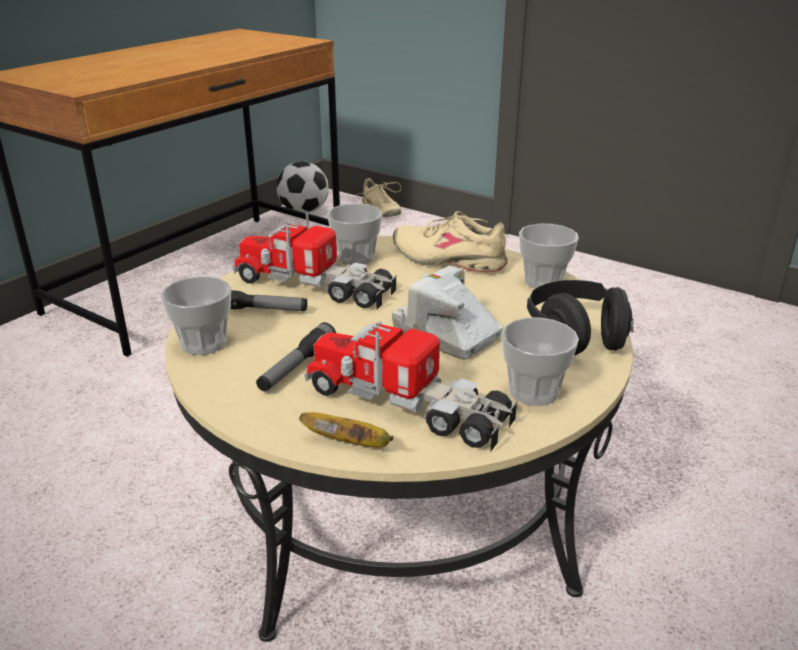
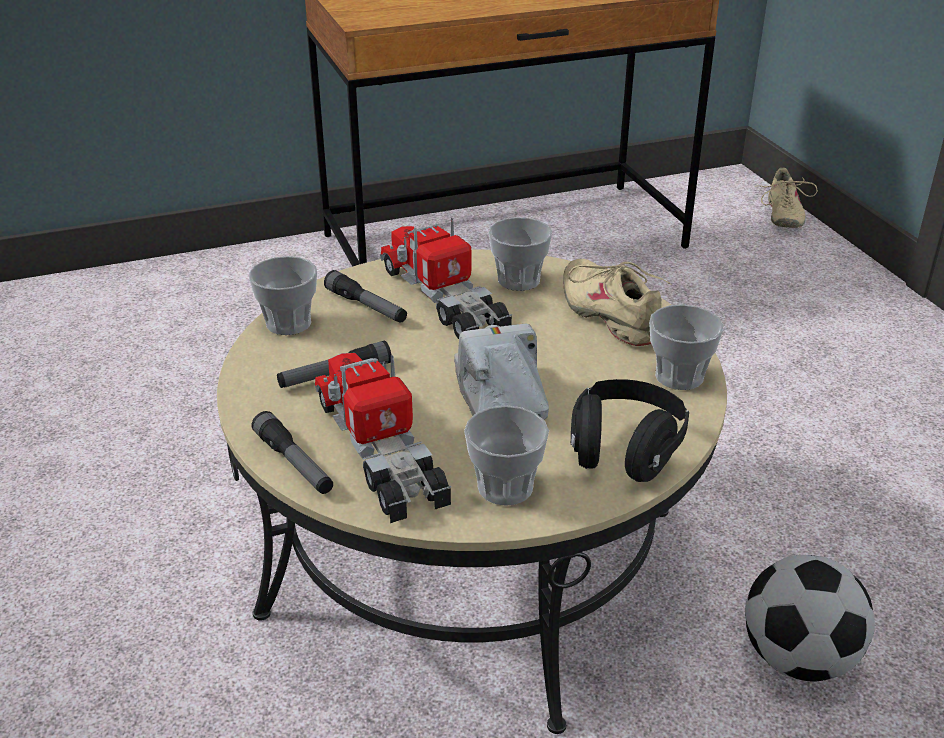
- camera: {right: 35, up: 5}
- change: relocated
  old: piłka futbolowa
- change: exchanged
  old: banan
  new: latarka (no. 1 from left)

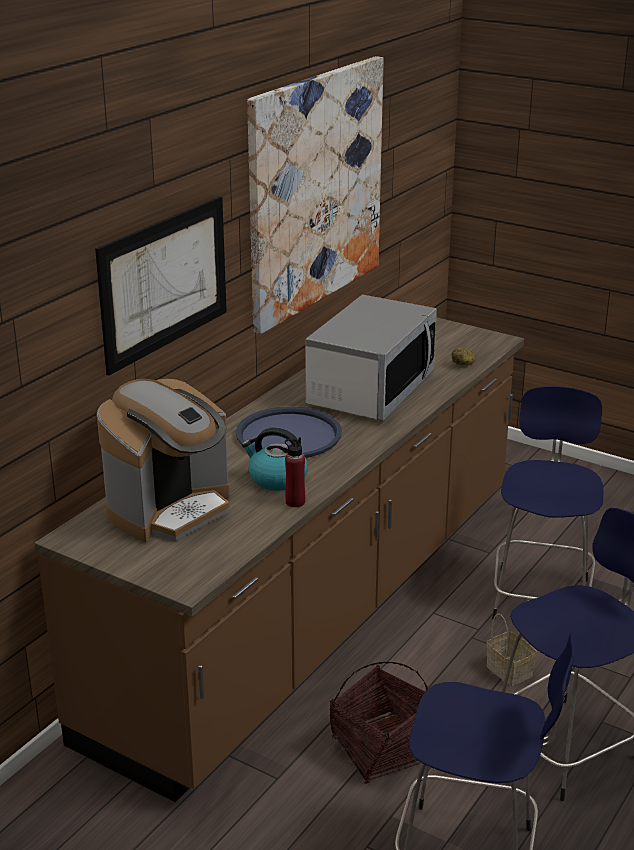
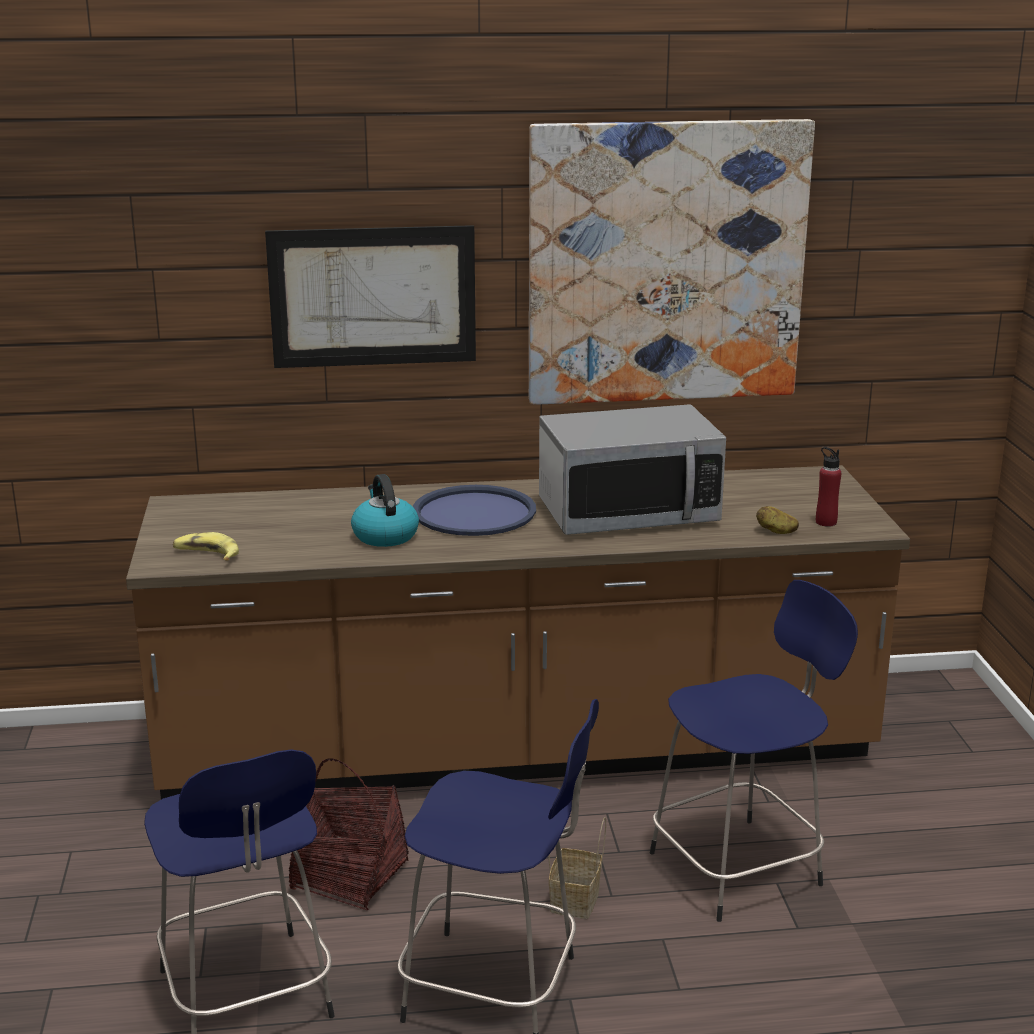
- camera: {right: 50, up: -5}
- change: missing
  old: ekspres do kawy
- change: appeared
  new: banan
- change: relocated
  old: butelka (czerwony)

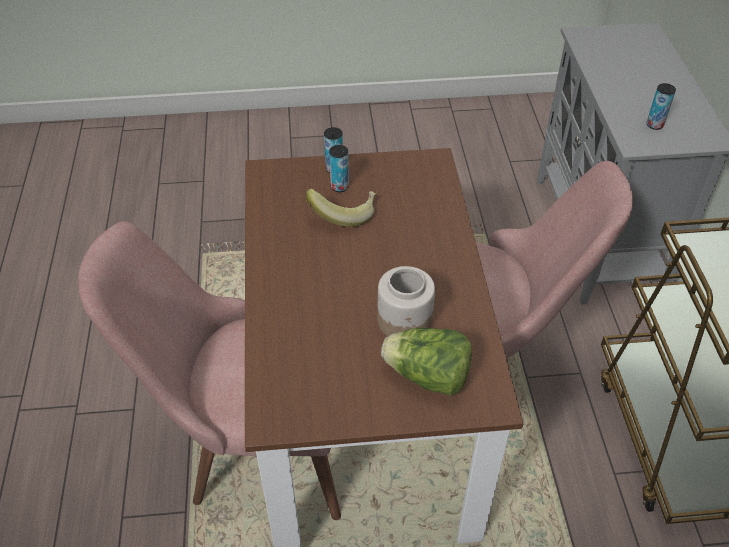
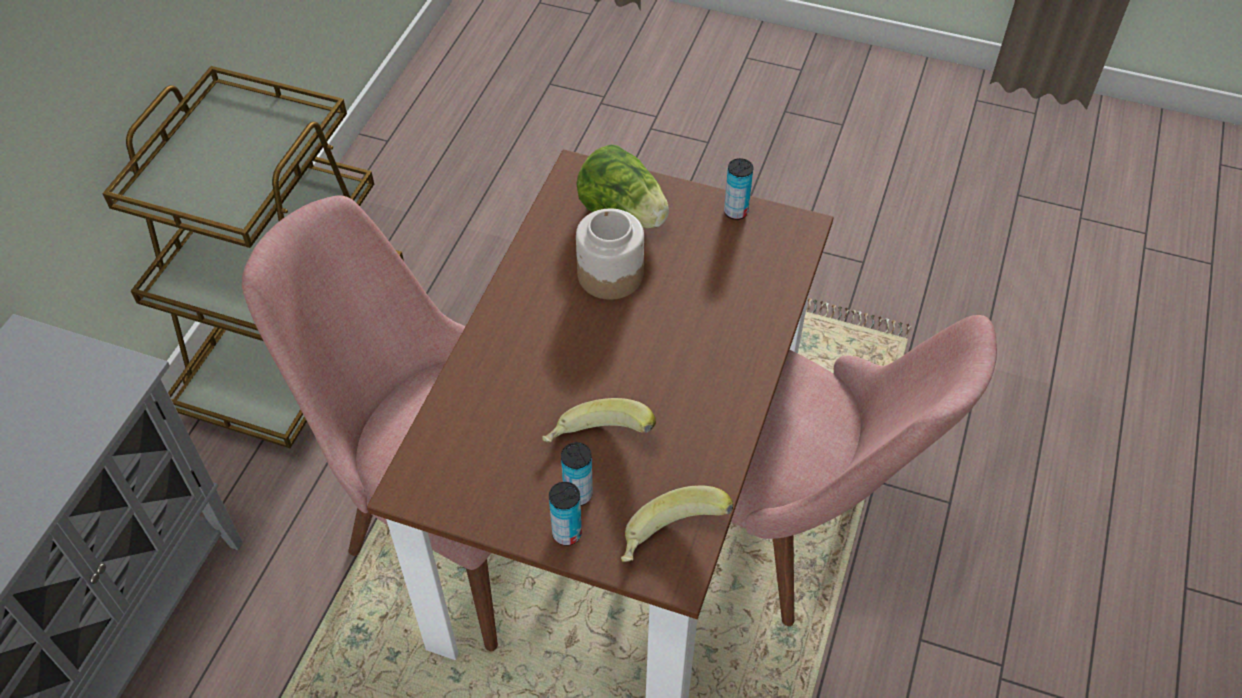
- camera: {right: -155, up: 5}
- change: appeared
  new: banan (no. 2 from left)
- change: relocated
  old: puszka (no. 3 from left)

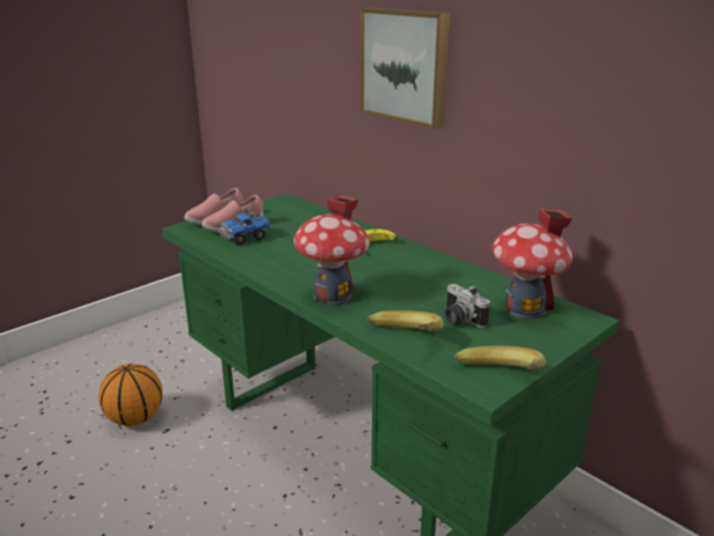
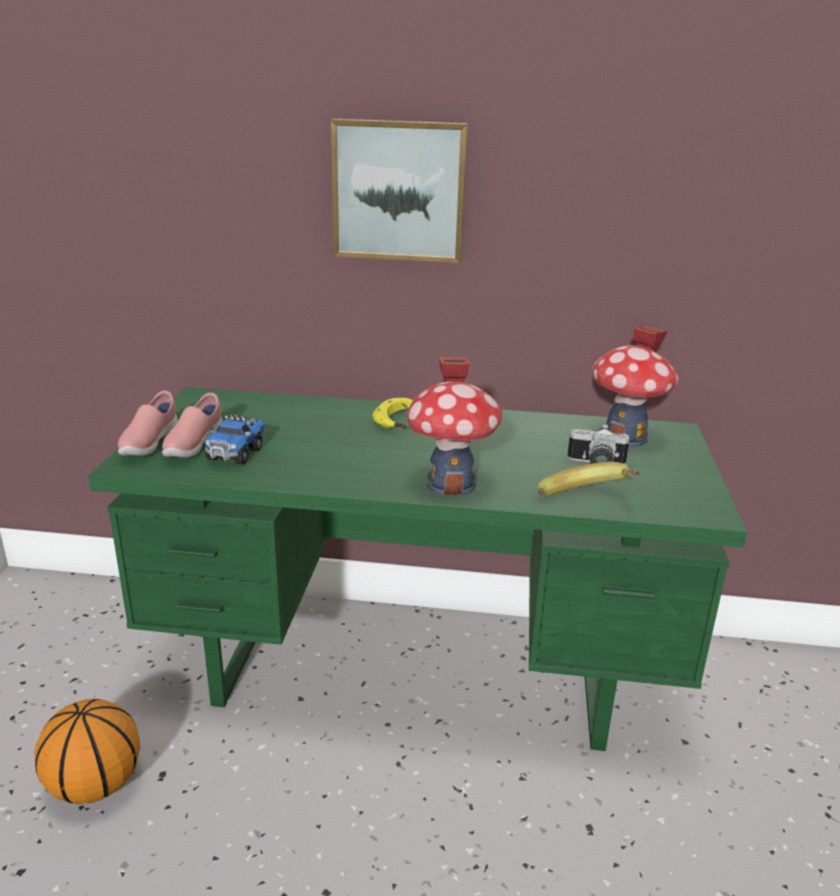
- camera: {right: -40, up: 0}
- change: missing
  old: banan (no. 3 from left)

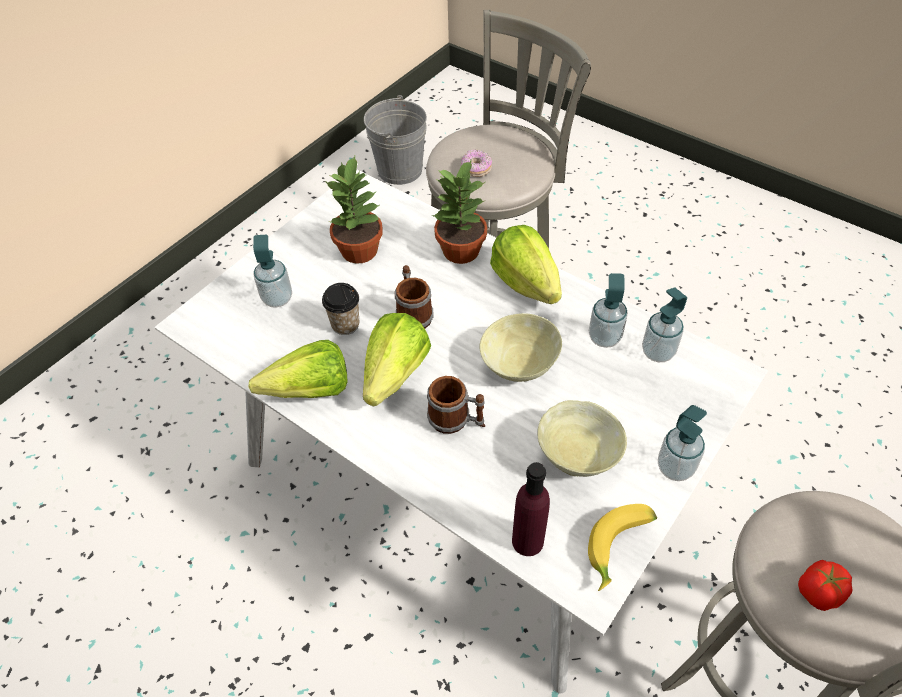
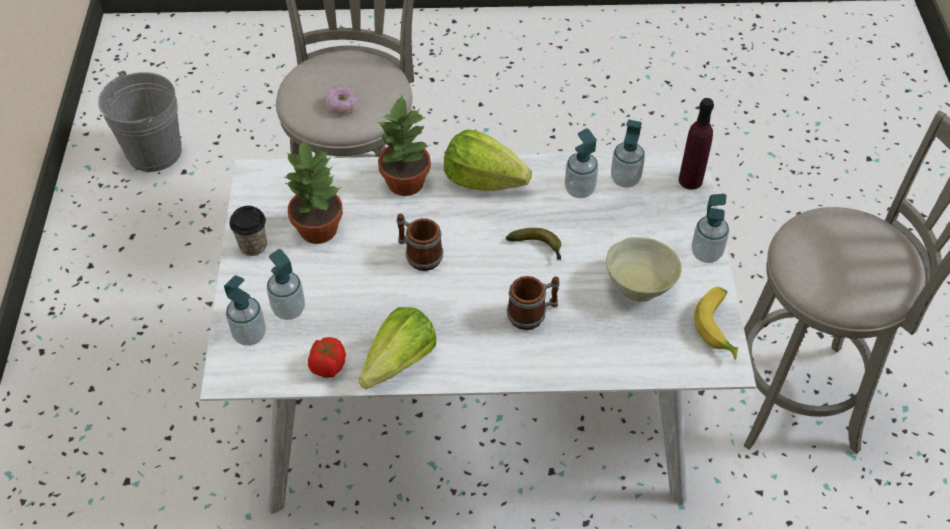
- camera: {right: -40, up: 0}
- change: missing
  old: sałata (no. 2 from left)
- change: appeared
  new: dozownik mydła (no. 1 from left)
- change: relocated
  old: filiżanka
- change: relocated
  old: butelka (fioletowy)
- change: relocated
  old: pomidor
- change: exchanged
  old: miska (beżowy) (no. 1 from left)
  new: banan (no. 1 from left)

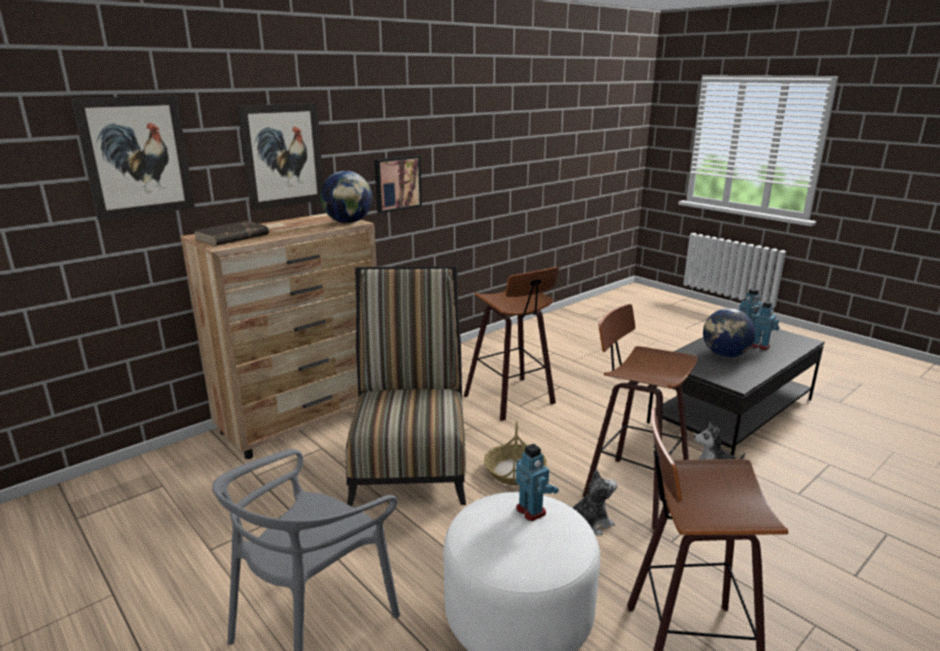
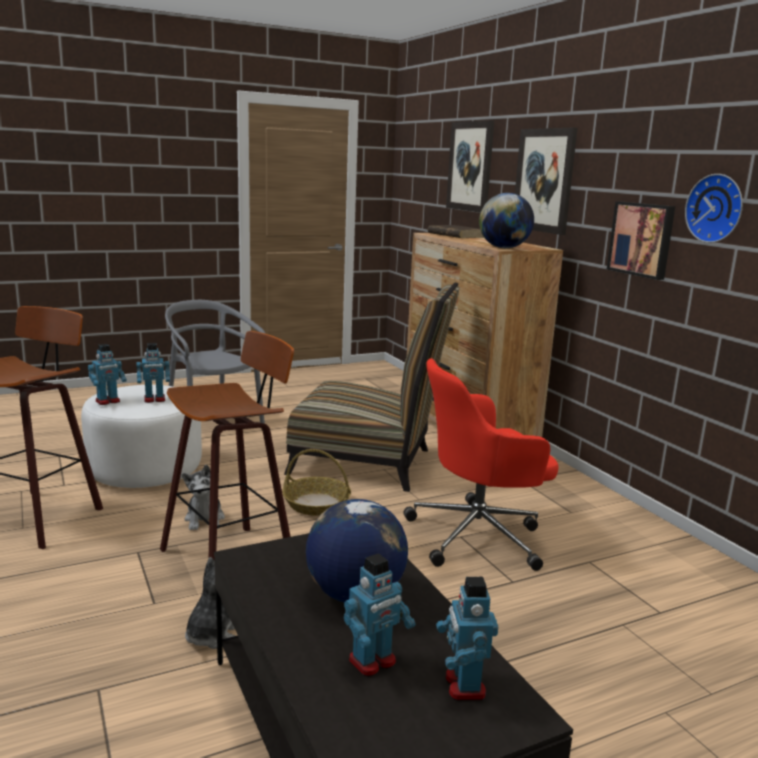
- camera: {right: 105, up: -5}
- change: appeared
  new: robot zabawkowy (no. 1 from left)
- change: appeared
  new: zegar ścienny
- change: exchanged
  old: stołek (no. 1 from left)
  new: krzesło biurowe (czerwony)

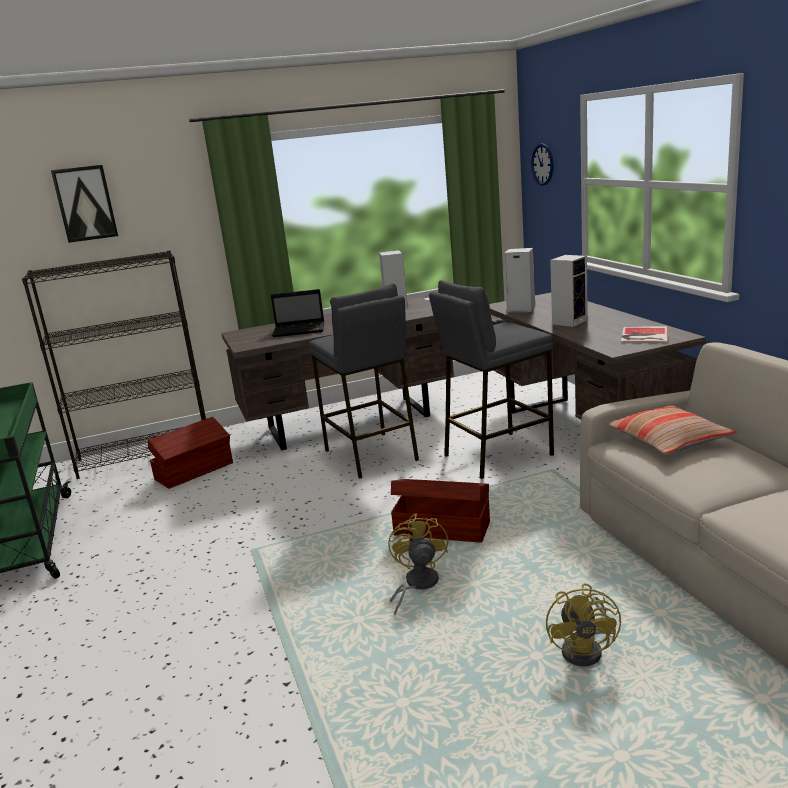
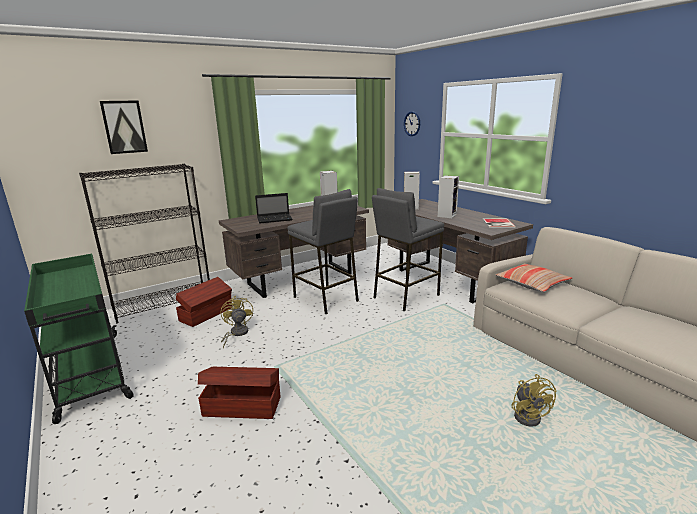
- camera: {right: -15, up: 0}
- change: relocated
  old: wentylator (żółty) (no. 1 from left)
- change: relocated
  old: pojemnik do przechowywania (brązowy) (no. 2 from left)

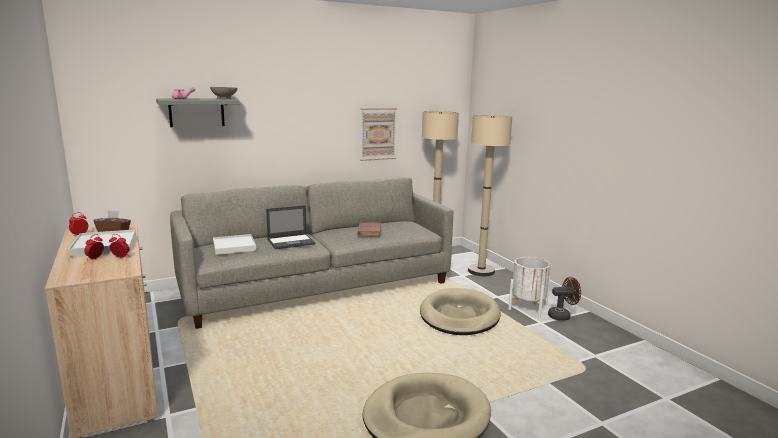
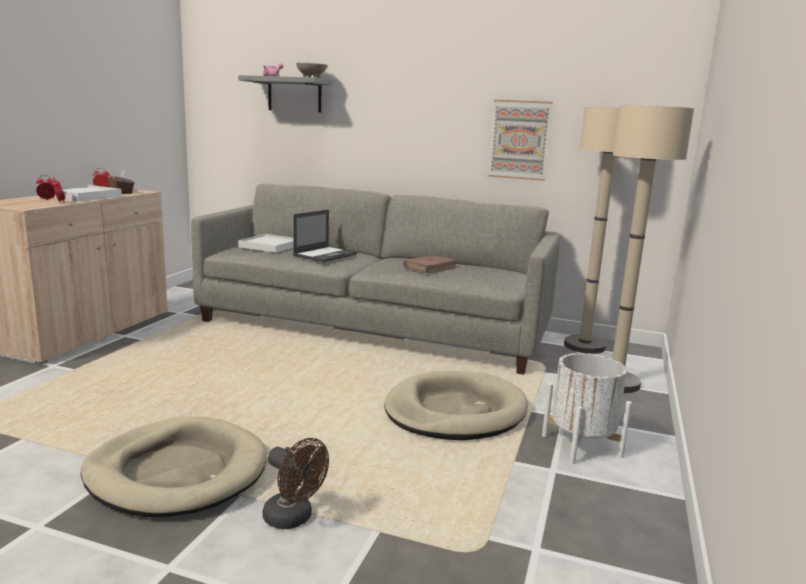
- camera: {right: 45, up: 0}
- change: relocated
  old: wentylator (brązowy)
- change: spun
  old: laptop
  degrees: -75

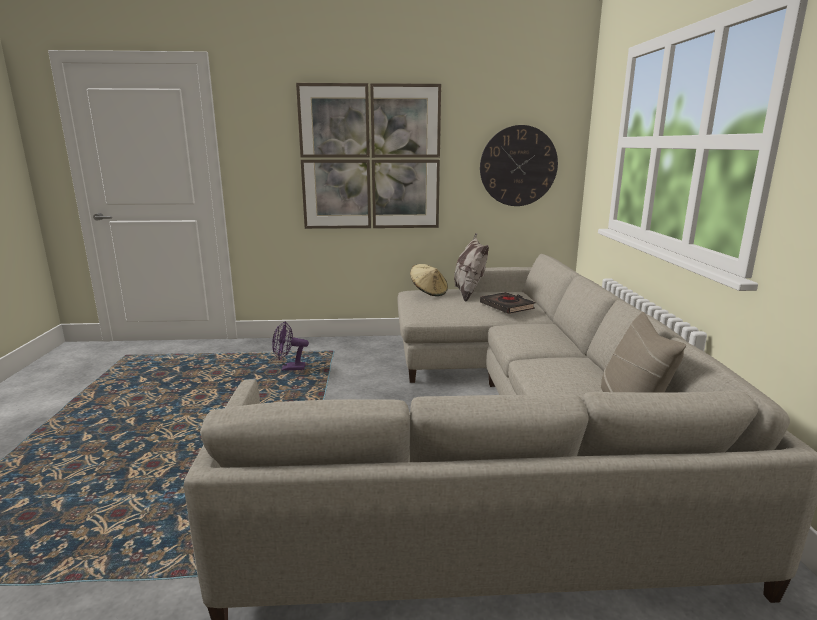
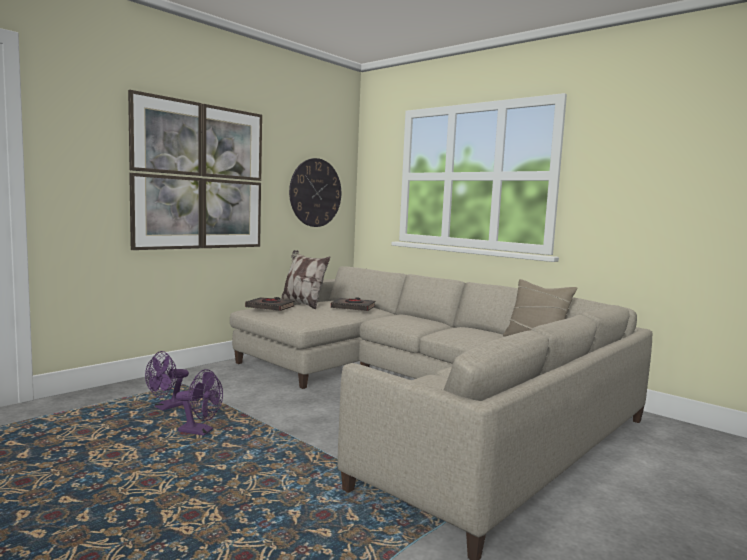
- camera: {right: -45, up: -10}
- change: appeared
  new: wentylator (fioletowy) (no. 2 from left)
- change: exchanged
  old: kapelusz (beżowy)
  new: książka (czarny) (no. 1 from left)

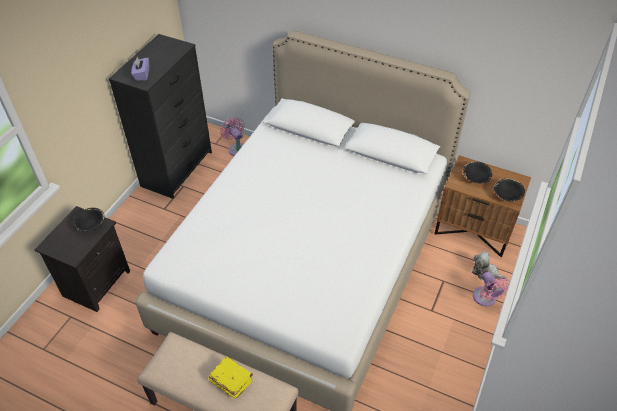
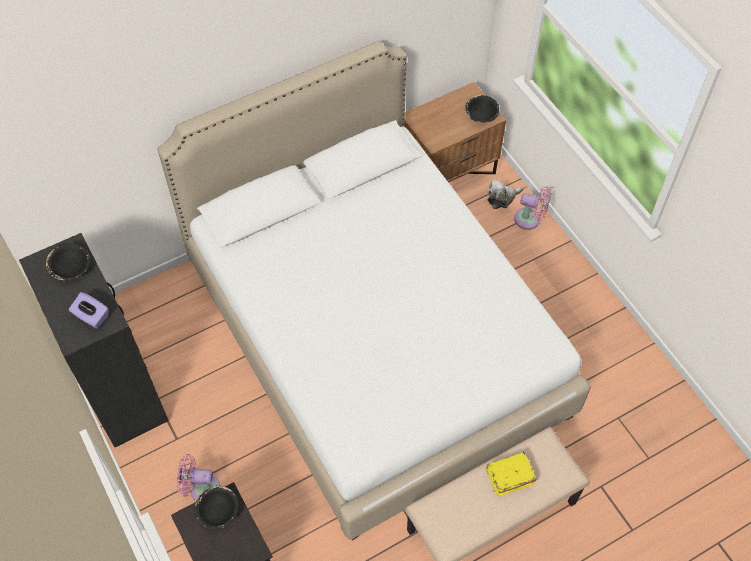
- camera: {right: -55, up: 10}
- change: relocated
  old: wentylator (różowy) (no. 1 from left)
- change: relocated
  old: miska (czarny) (no. 2 from left in the first image)
  new: miska (czarny) (no. 1 from left)

